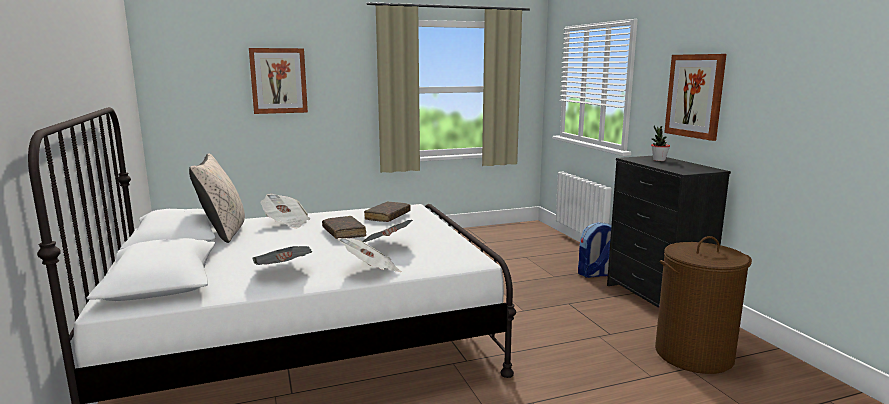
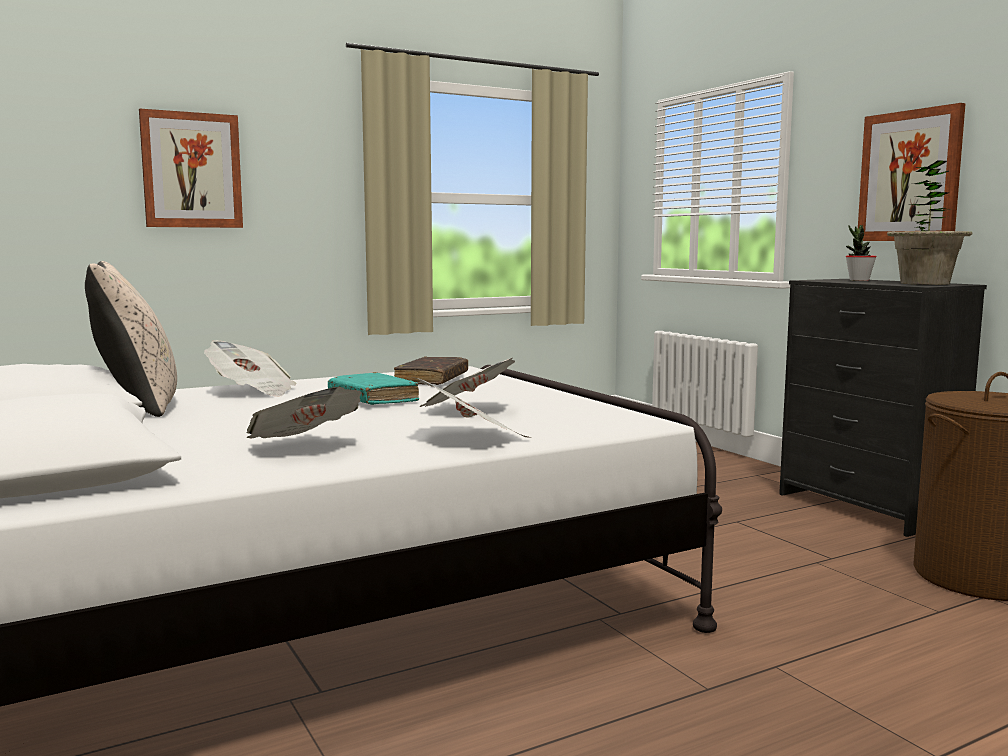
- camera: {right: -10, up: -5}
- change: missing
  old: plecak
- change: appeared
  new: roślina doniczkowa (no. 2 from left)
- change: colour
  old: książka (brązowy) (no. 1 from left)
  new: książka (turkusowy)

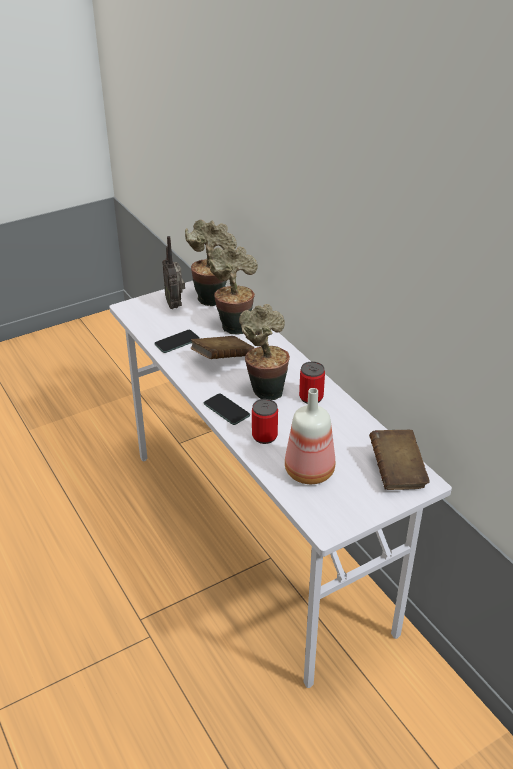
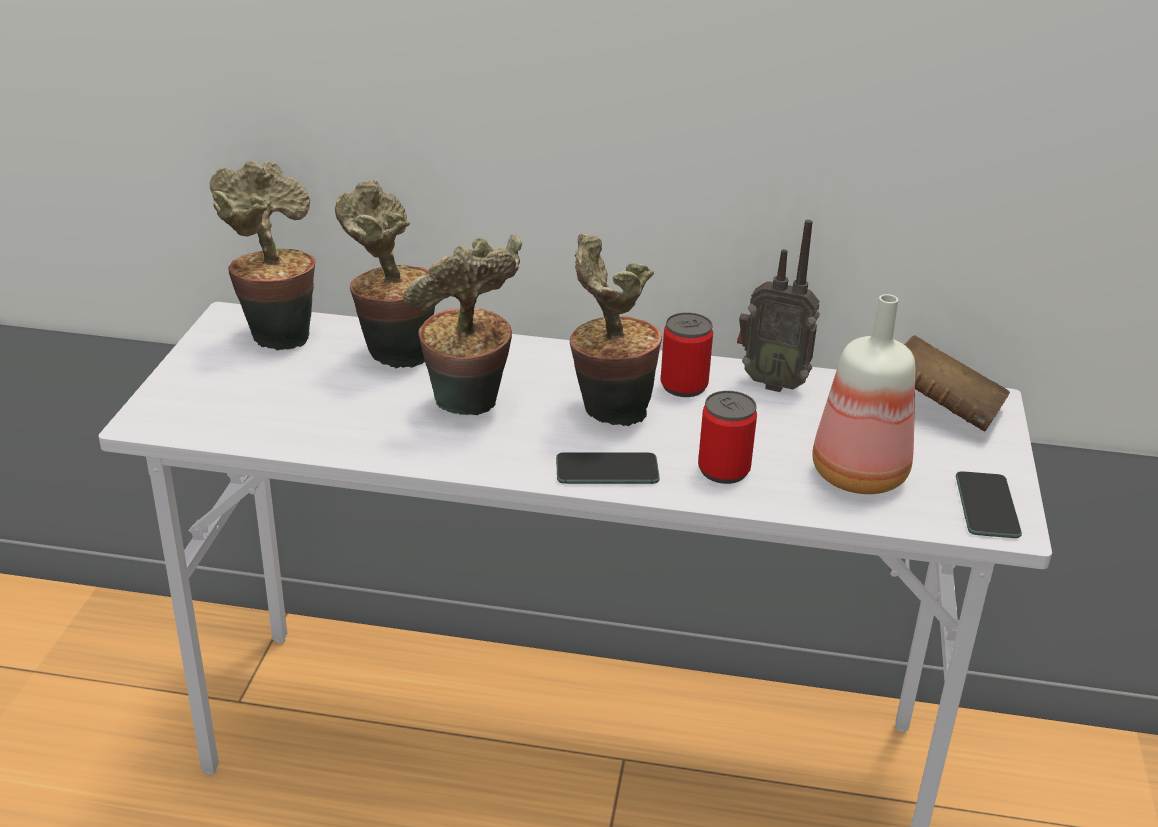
- camera: {right: -50, up: -5}
- change: relocated
  old: telefon (no. 1 from left in the first image)
  new: telefon (no. 2 from left)
- change: relocated
  old: radio
- change: exchanged
  old: książka (brązowy) (no. 1 from left)
  new: roślina doniczkowa (no. 3 from left)

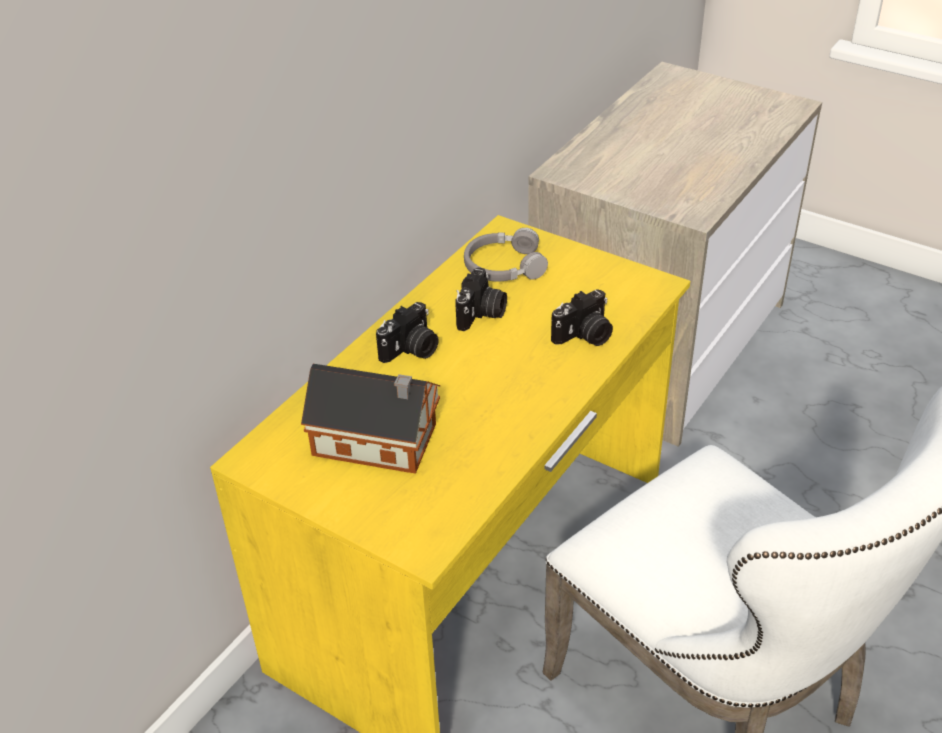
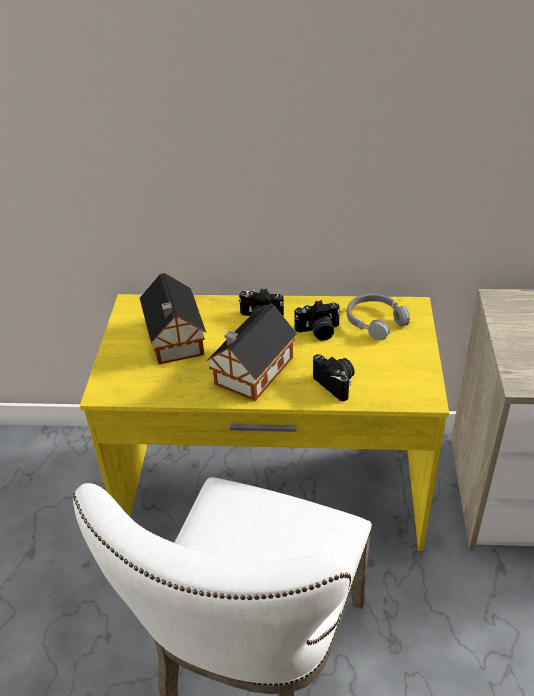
- camera: {right: 60, up: 0}
- change: appeared
  new: domek (no. 2 from left)
- change: spun
  old: aparat fotograficzny (no. 3 from left)
  degrees: -150

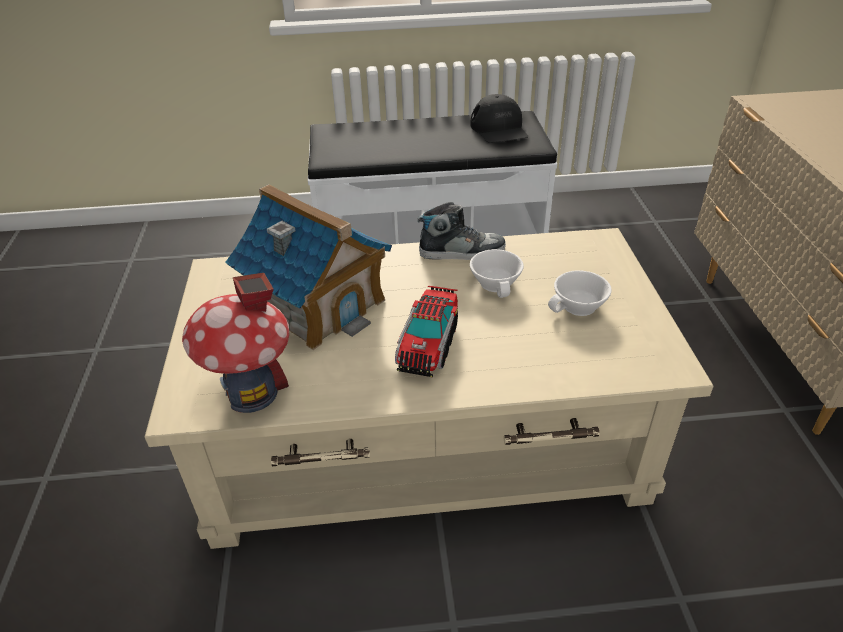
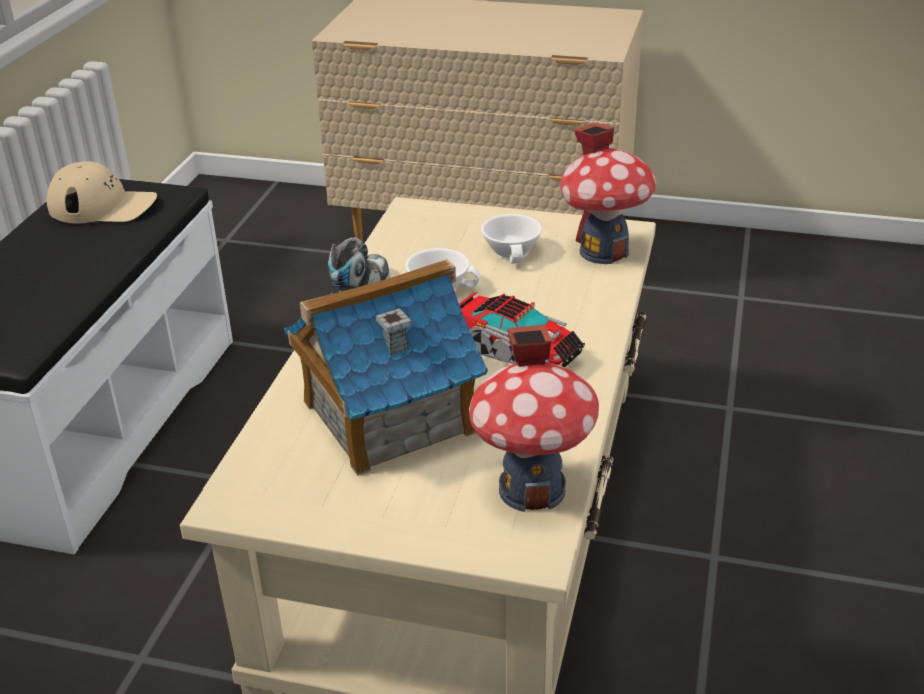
- camera: {right: -70, up: -5}
- change: appeared
  new: domek (no. 3 from left)
- change: colour
  old: czapka z daszkiem (czarny)
  new: czapka z daszkiem (beżowy)

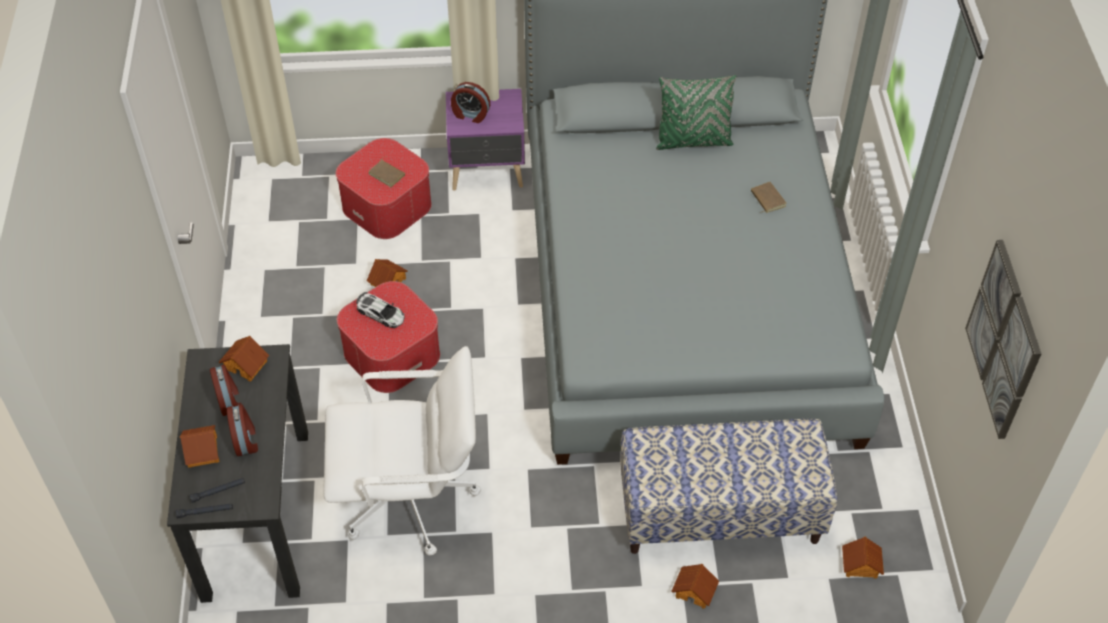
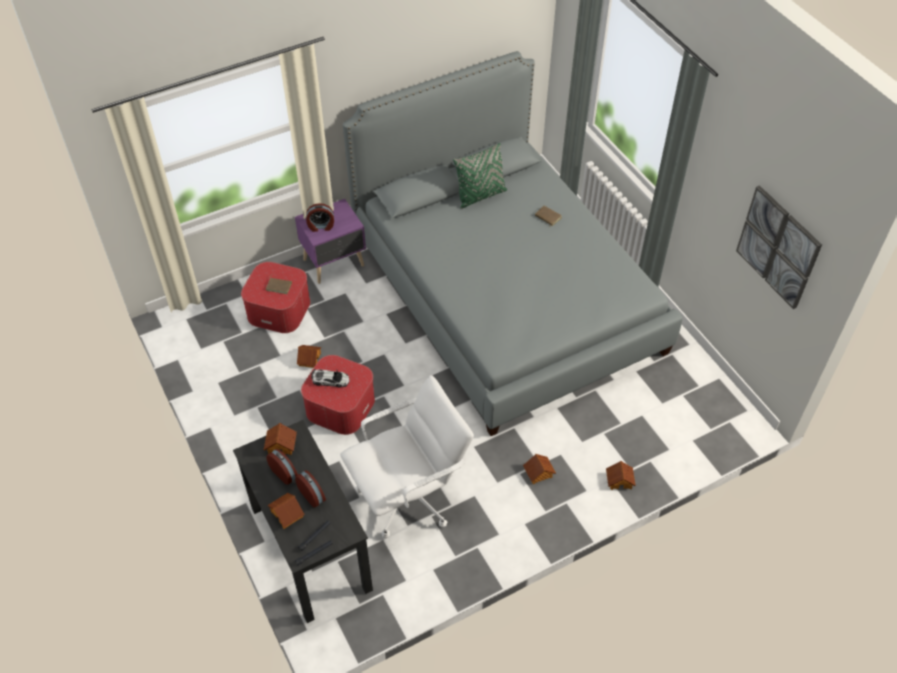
- camera: {right: -25, up: 0}
- change: missing
  old: ławka
- change: relocated
  old: domek (no. 5 from left in the first image)
  new: domek (no. 4 from left)

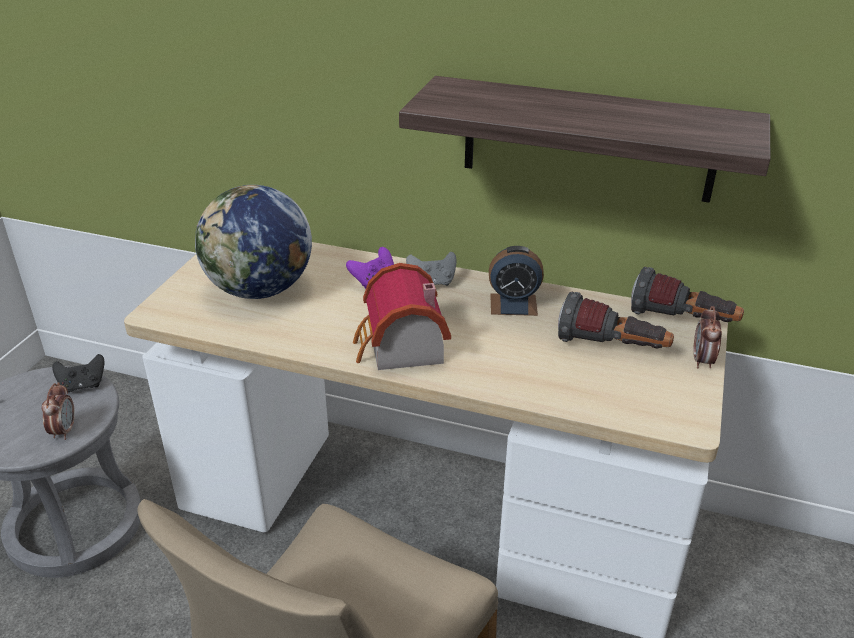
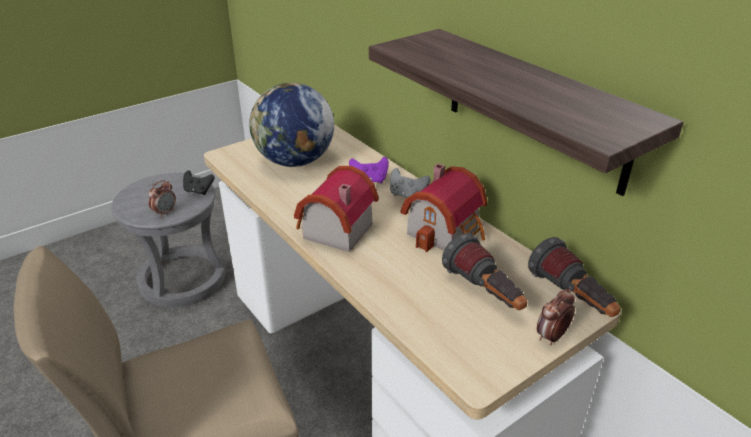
- camera: {right: 35, up: 0}
- change: exchanged
  old: budzik (no. 2 from left)
  new: domek (no. 2 from left)

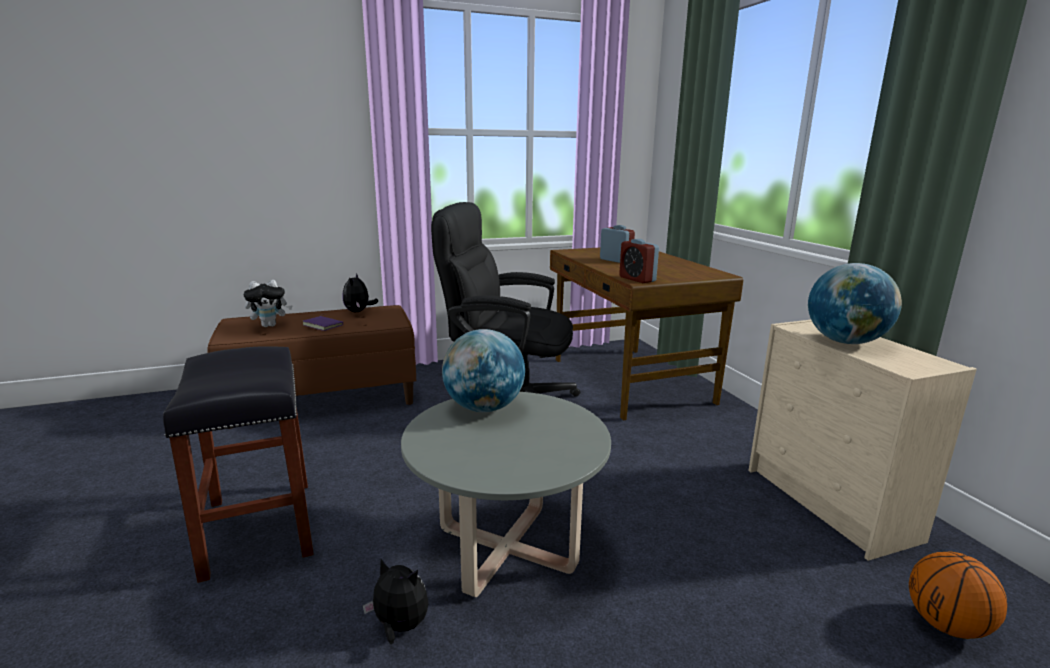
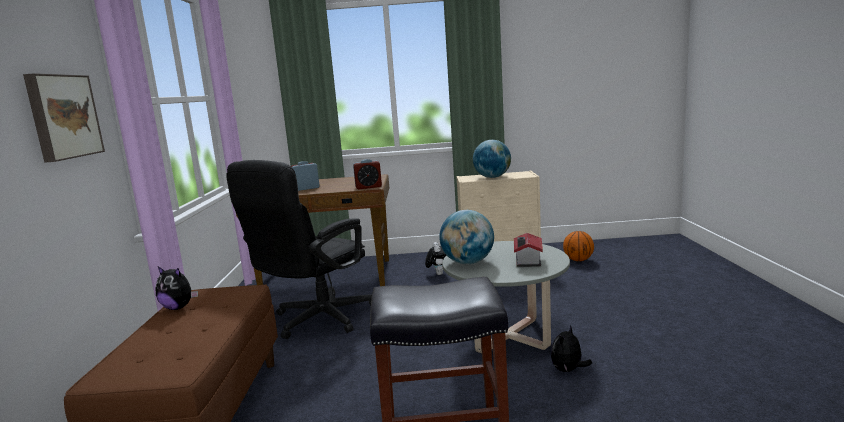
- camera: {right: -70, up: -5}
- change: missing
  old: książka (fioletowy)
- change: appeared
  new: obraz
- change: appeared
  new: domek
- change: relocated
  old: pluszak (no. 1 from left in the first image)
  new: pluszak (no. 2 from left)

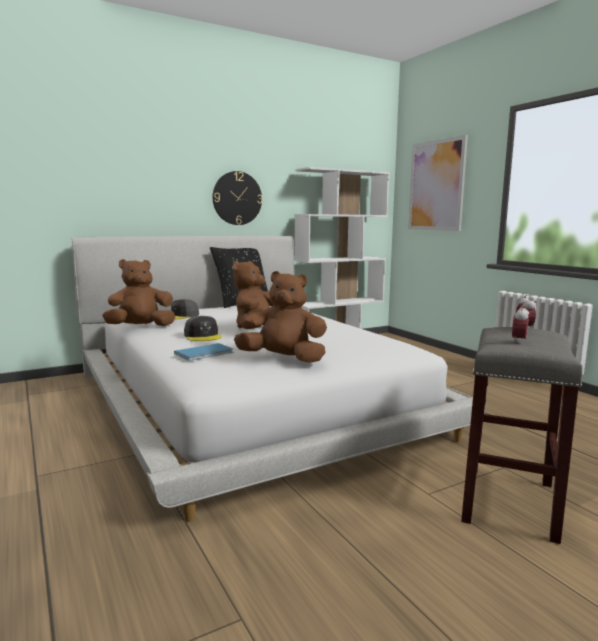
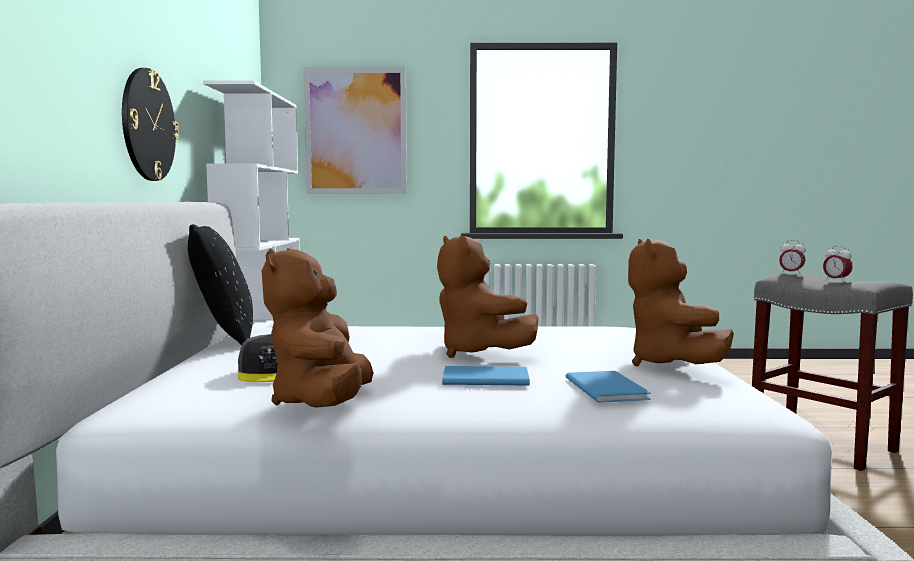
- camera: {right: -60, up: -5}
- change: exchanged
  old: czapka z daszkiem (szary) (no. 2 from left)
  new: książka (niebieski) (no. 1 from left)
- change: spun
  old: pluszak (brązowy) (no. 3 from left)
  degrees: -45

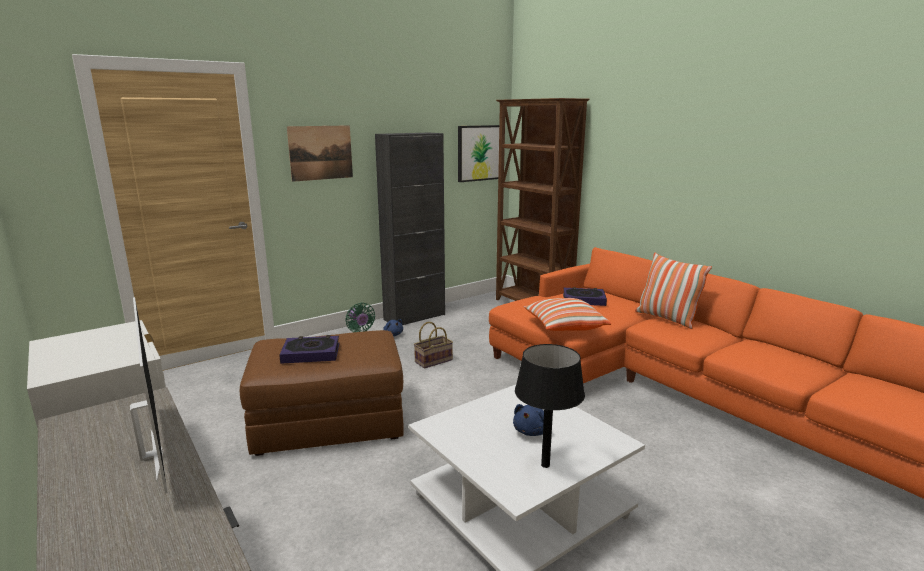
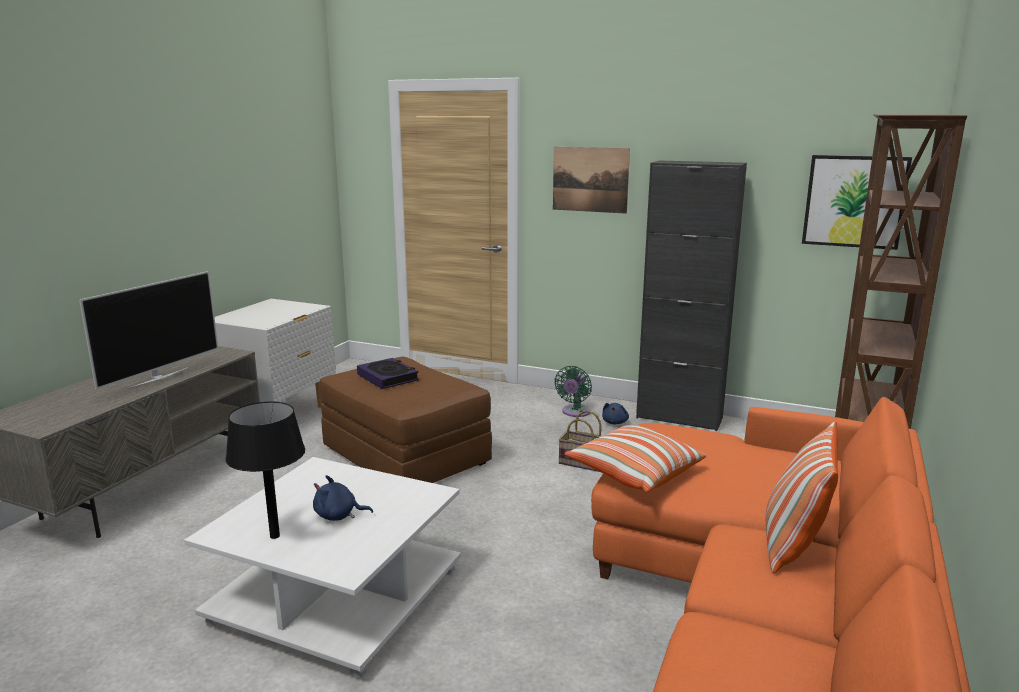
- camera: {right: 60, up: 0}
- change: missing
  old: książka (no. 2 from left)

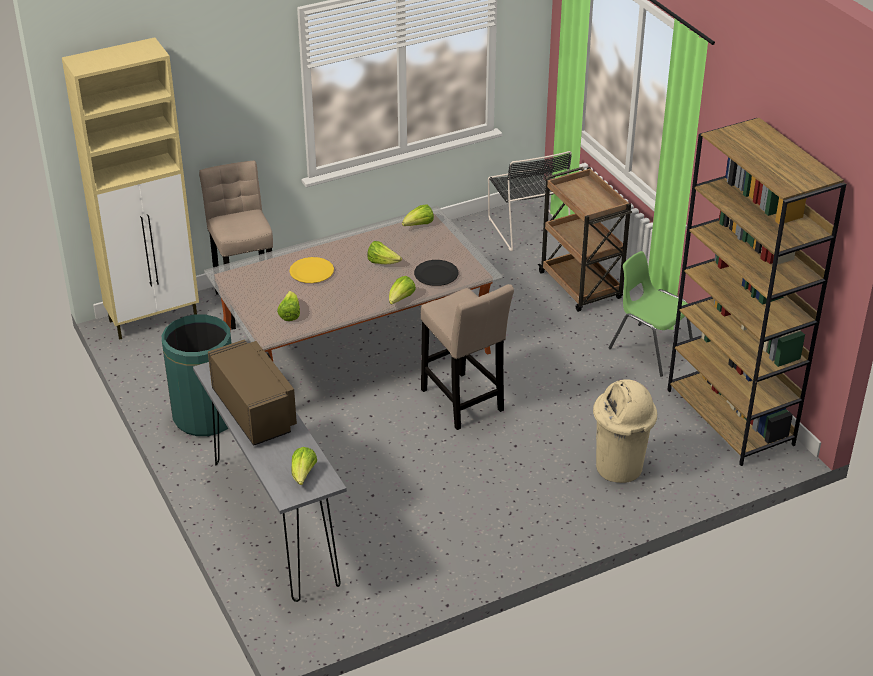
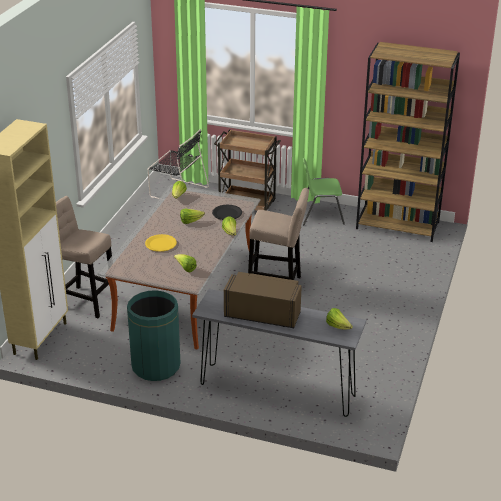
- camera: {right: -45, up: -5}
- change: missing
  old: kosz na śmieci (beżowy)

